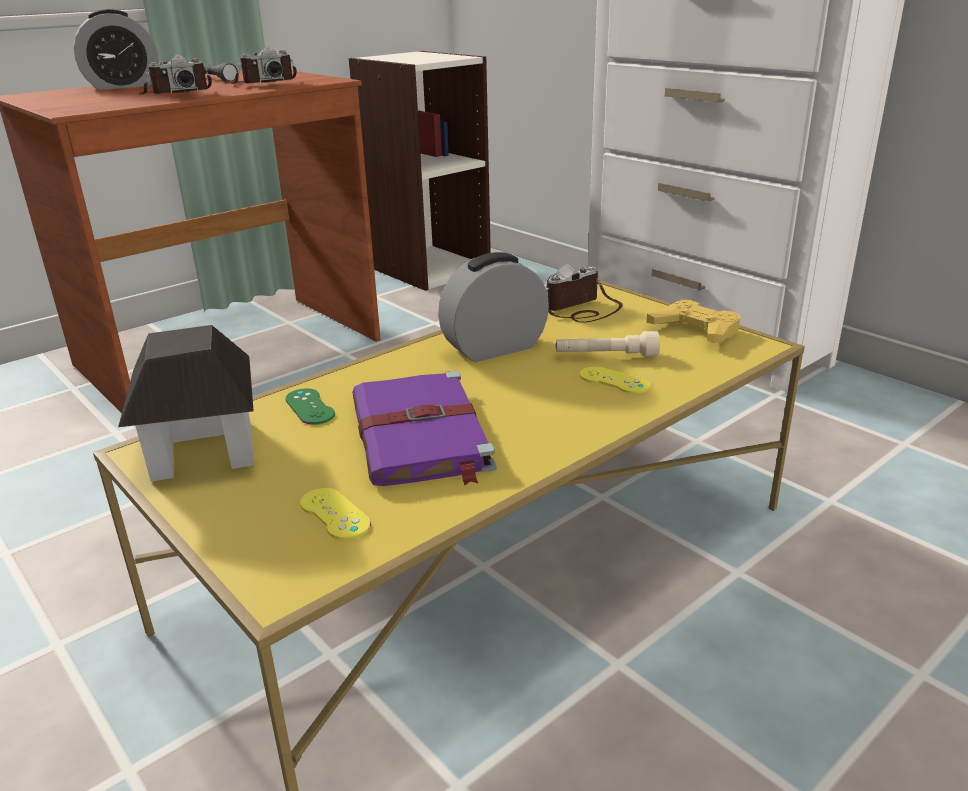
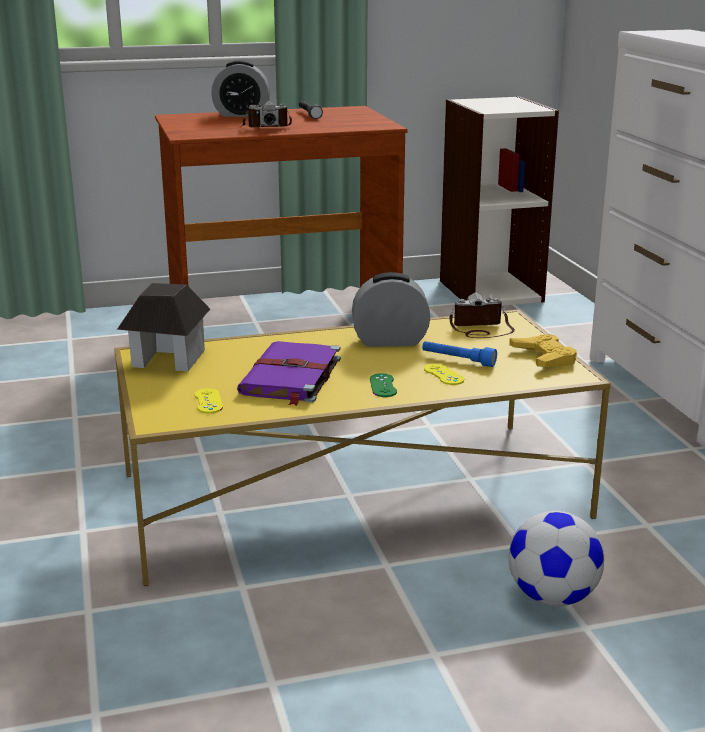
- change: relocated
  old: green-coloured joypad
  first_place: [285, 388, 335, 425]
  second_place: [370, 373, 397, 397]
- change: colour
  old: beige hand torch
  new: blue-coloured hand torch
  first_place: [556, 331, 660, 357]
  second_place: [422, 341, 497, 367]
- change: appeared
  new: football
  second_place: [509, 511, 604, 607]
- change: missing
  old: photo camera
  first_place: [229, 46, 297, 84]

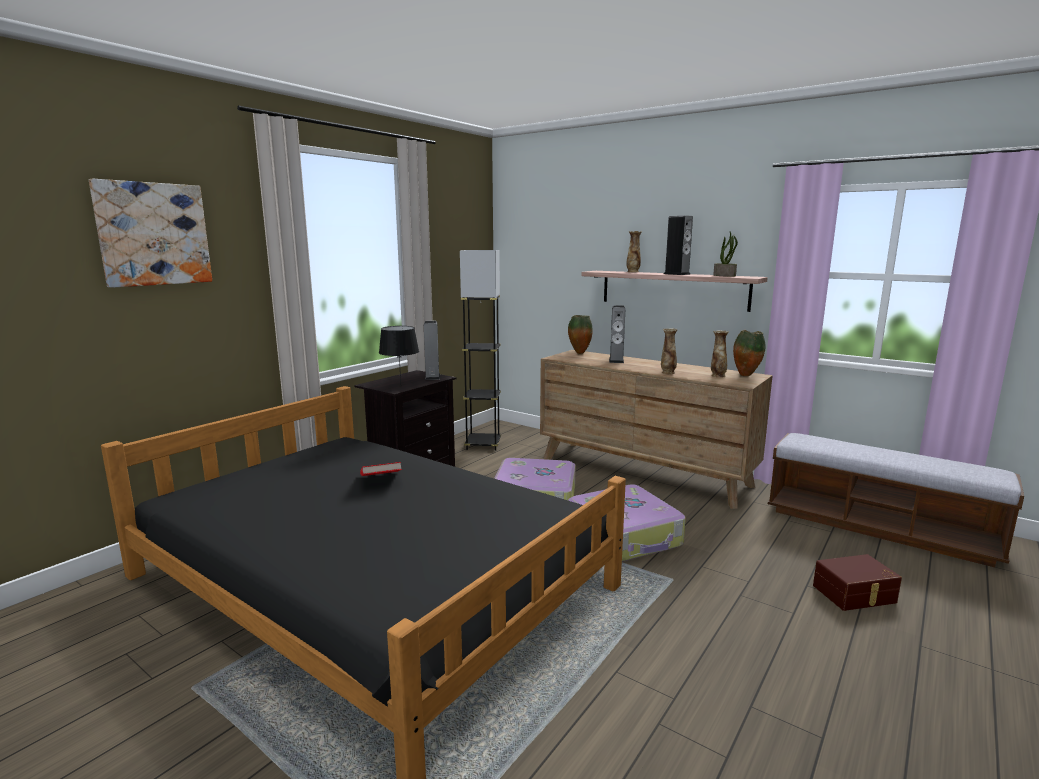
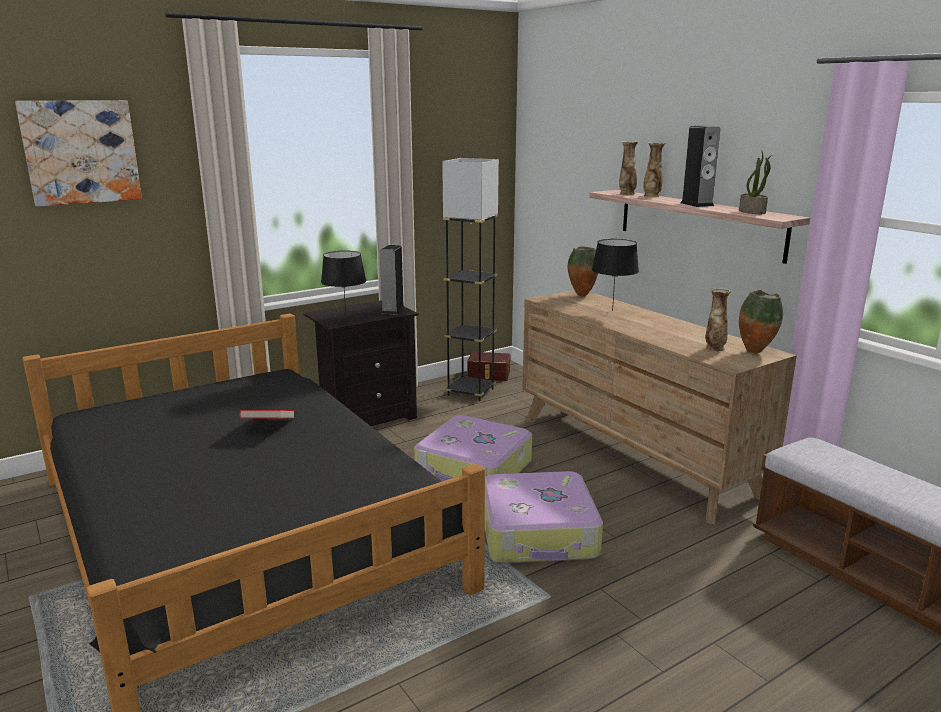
- change: relocated
  old: brownish storage box
  first_place: [813, 554, 902, 611]
  second_place: [467, 352, 511, 381]
- change: exchanged
  old: audio speaker
  new: black-coloured lamp for a table
  first_place: [609, 305, 625, 363]
  second_place: [592, 239, 639, 311]
- change: relocated
  old: decorative vase
  first_place: [661, 328, 678, 374]
  second_place: [619, 141, 638, 195]

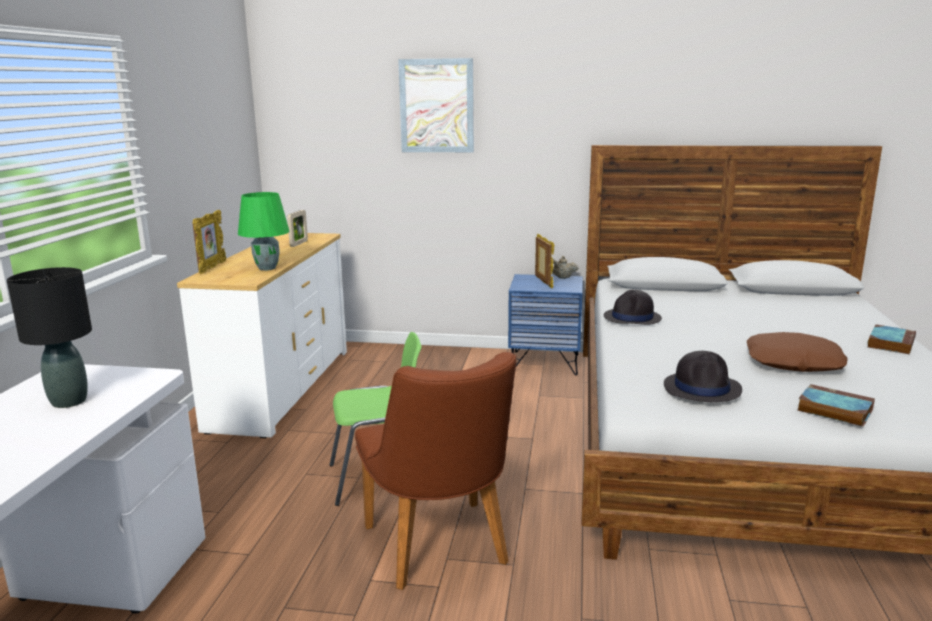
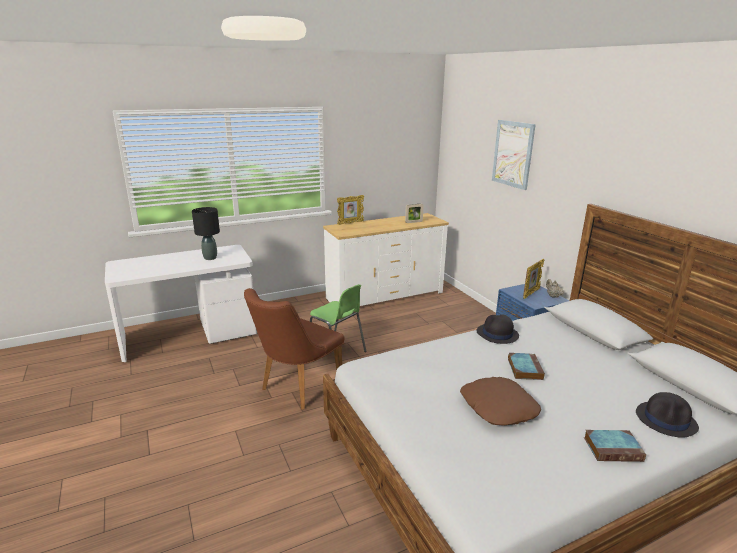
- change: relocated
  old: bound book
  first_place: [797, 384, 875, 427]
  second_place: [508, 353, 545, 380]
- change: relocated
  old: black-coloured wearable hat
  first_place: [664, 351, 742, 402]
  second_place: [636, 392, 699, 438]
- change: missing
  old: green-coloured lamp for a table
  first_place: [238, 192, 290, 271]

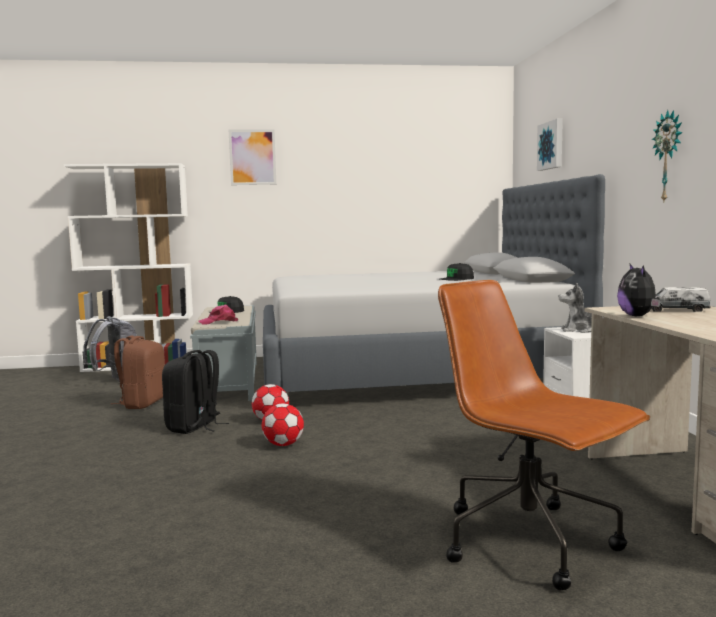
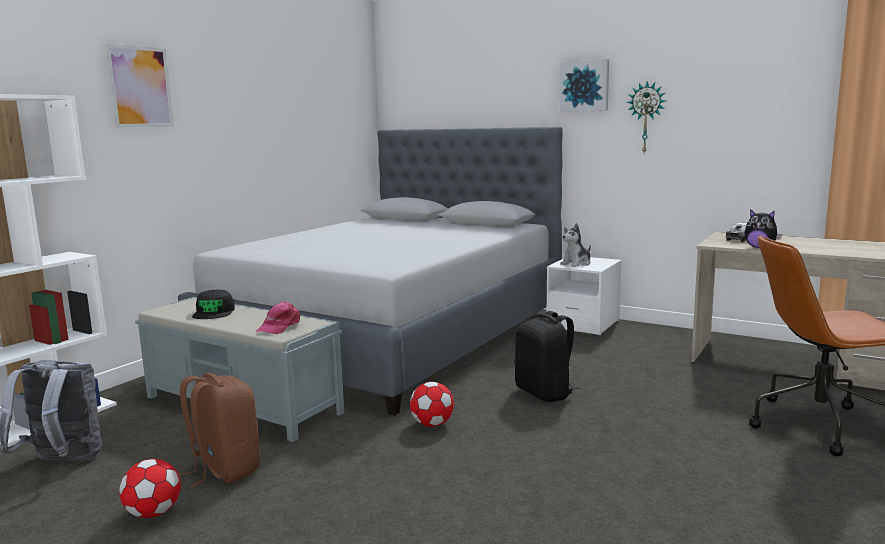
- change: relocated
  old: football
  first_place: [262, 404, 304, 446]
  second_place: [119, 459, 181, 518]
- change: relocated
  old: black-coloured rucksack
  first_place: [162, 350, 229, 434]
  second_place: [515, 311, 580, 402]
- change: relocated
  old: wall art
  first_place: [537, 119, 563, 171]
  second_place: [559, 59, 609, 112]
- change: missing
  old: black-coloured baseball cap
  first_place: [440, 263, 474, 281]

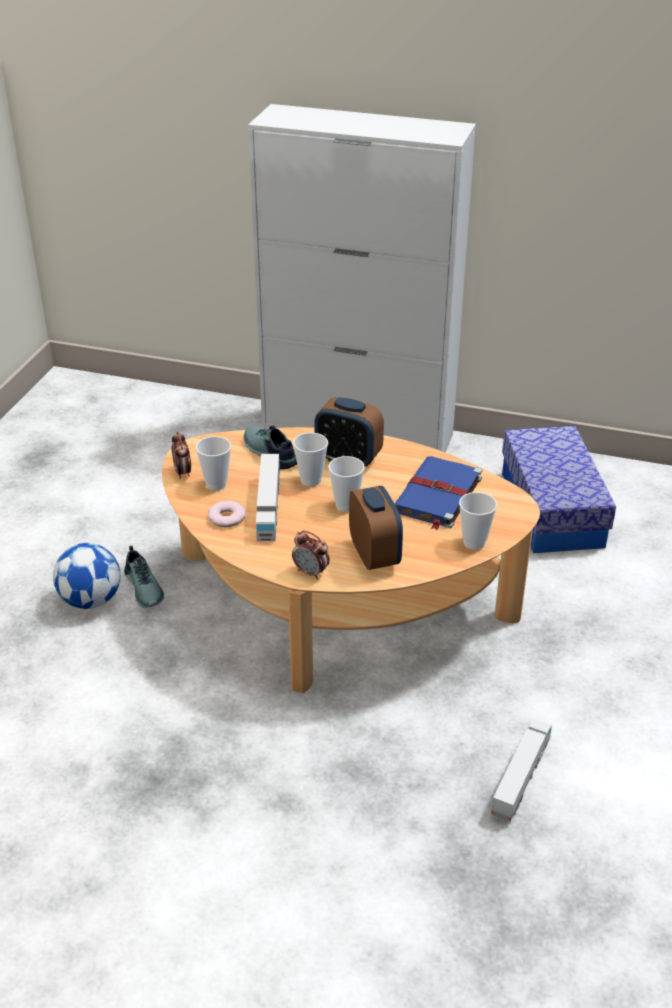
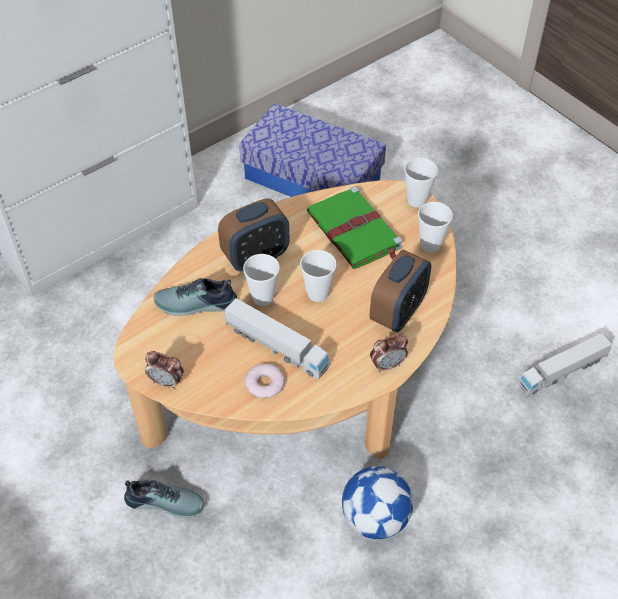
- change: colour
  old: blue-coloured bound book
  new: green-coloured bound book
  first_place: [395, 456, 482, 530]
  second_place: [307, 186, 402, 269]
- change: relocated
  old: football
  first_place: [53, 543, 121, 609]
  second_place: [342, 466, 413, 539]
- change: spun
  old: bedside clock
  first_place: [349, 486, 403, 570]
  second_place: [370, 250, 431, 332]
  degrees: 105
- change: relocated
  old: drinking cup
  first_place: [196, 436, 231, 491]
  second_place: [404, 158, 438, 208]
- change: spun
  old: model truck
  first_place: [491, 719, 552, 824]
  second_place: [518, 333, 612, 396]
  degrees: -90

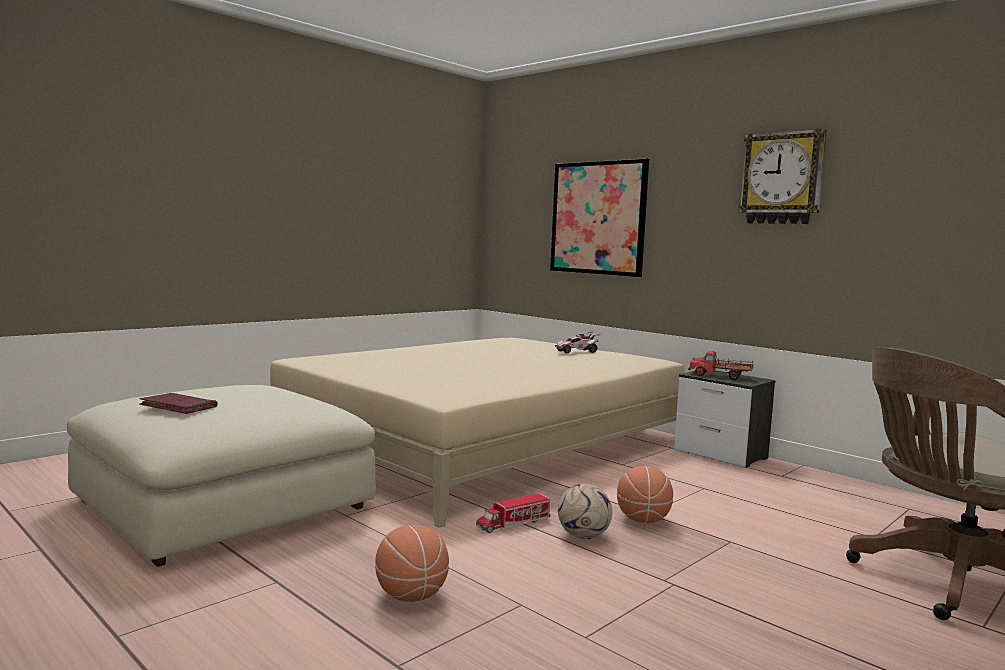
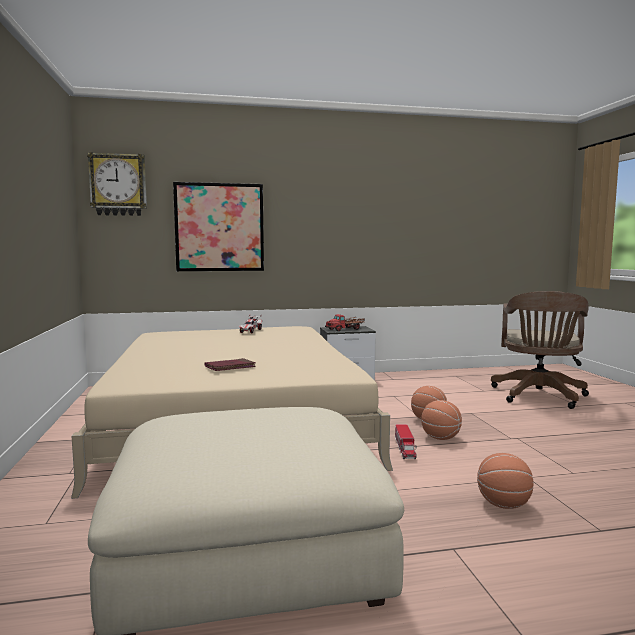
- change: relocated
  old: clock on the wall
  first_place: [739, 129, 827, 224]
  second_place: [87, 152, 147, 216]
- change: relocated
  old: red bound book
  first_place: [139, 393, 217, 414]
  second_place: [205, 358, 256, 371]
- change: exchanged
  old: football
  new: basketball
  first_place: [558, 484, 612, 539]
  second_place: [421, 400, 462, 440]

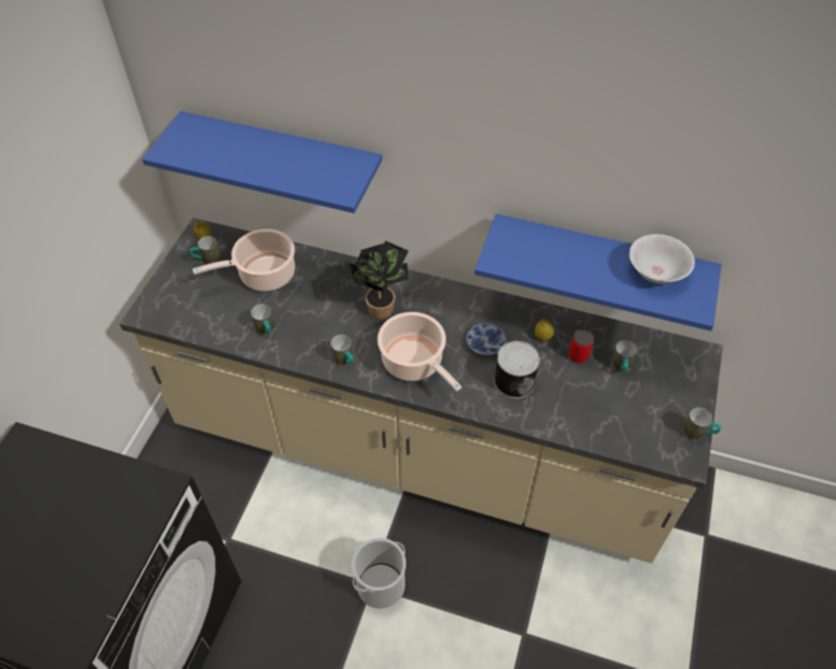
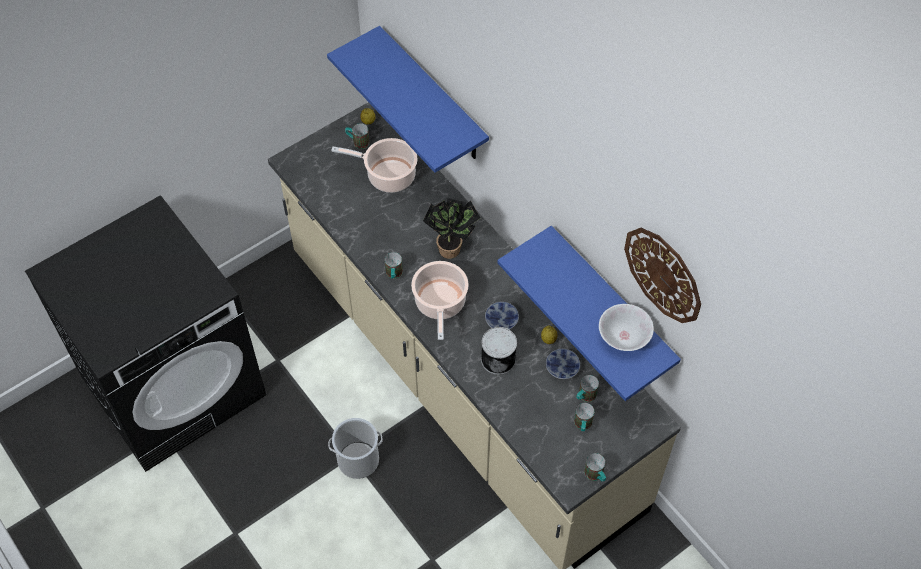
- change: exchanged
  old: metal can
  new: deep dish
  first_place: [569, 329, 594, 363]
  second_place: [546, 349, 580, 379]
- change: relocated
  old: tea mug
  first_place: [251, 304, 275, 336]
  second_place: [574, 403, 595, 431]
- change: appeared
  new: clock on the wall
  second_place: [624, 228, 701, 323]

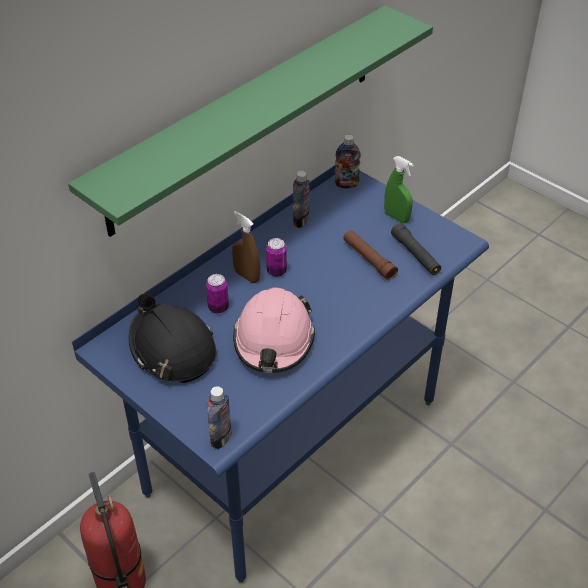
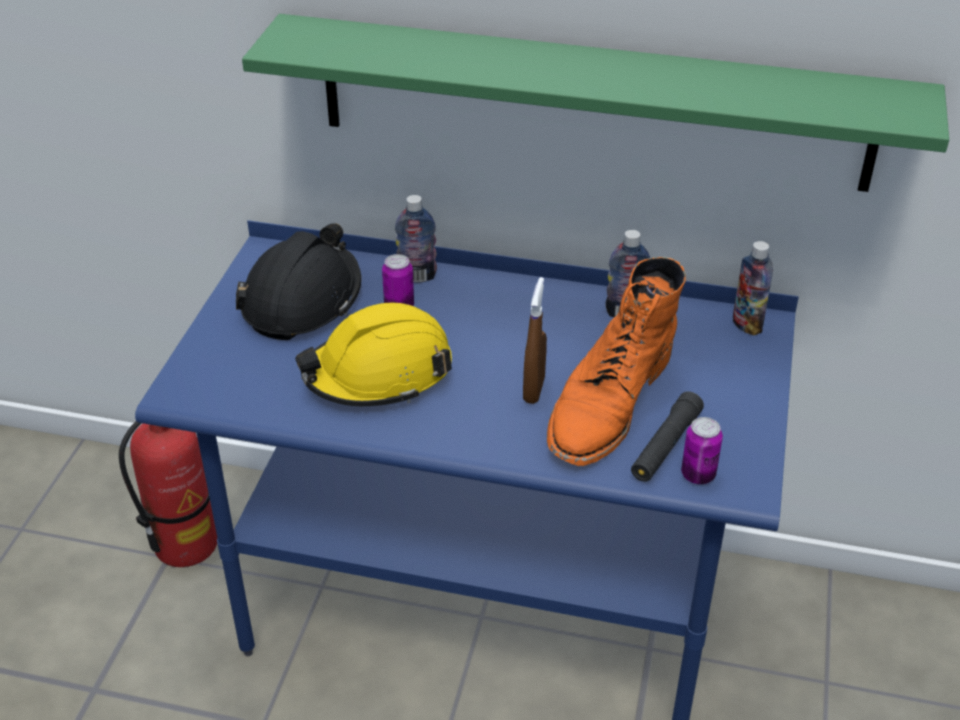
- change: colour
  old: pink-coloured safety helmet
  new: yellow-coloured safety helmet
  first_place: [233, 288, 315, 373]
  second_place: [295, 303, 452, 406]
- change: relocated
  old: bottle
  first_place: [207, 386, 232, 449]
  second_place: [395, 195, 437, 283]
- change: relocated
  old: brownish hand sprayer
  first_place: [232, 211, 260, 283]
  second_place: [523, 277, 547, 404]
- change: exchanged
  old: brownish hand torch
  new: orange high-top boot
  first_place: [343, 230, 398, 280]
  second_place: [547, 257, 686, 466]
- change: relocated
  old: metal can
  first_place: [266, 238, 287, 277]
  second_place: [681, 417, 723, 484]
- change: missing
  old: green-coloured hand sprayer
  first_place: [384, 156, 414, 223]

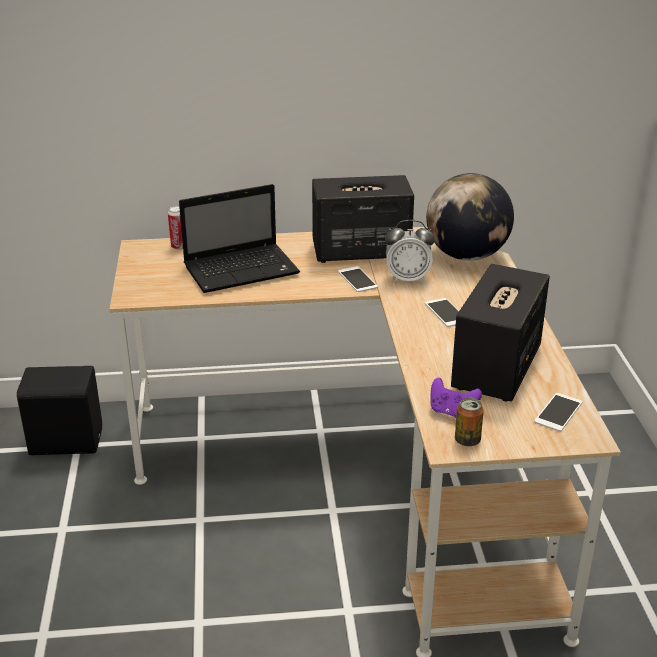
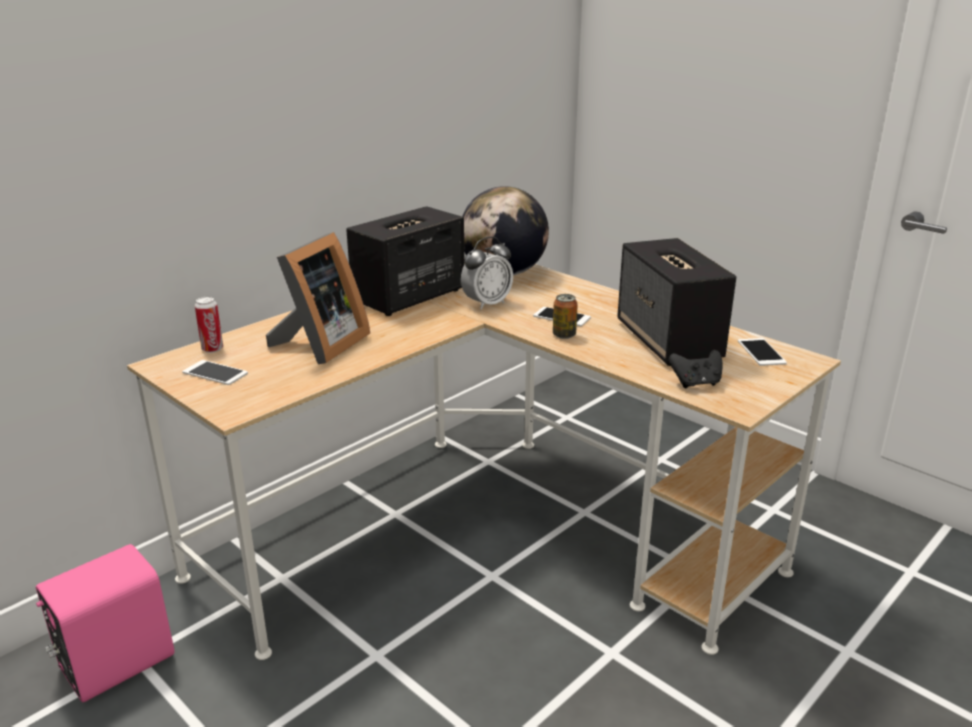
- change: colour
  old: black-coloured audio speaker
  new: pink-coloured audio speaker
  first_place: [17, 366, 102, 455]
  second_place: [36, 544, 174, 702]
- change: relocated
  old: handset
  first_place: [338, 266, 378, 292]
  second_place: [182, 360, 248, 385]
- change: exchanged
  old: laptop
  new: picture frame
  first_place: [179, 184, 300, 293]
  second_place: [266, 232, 370, 364]
- change: relocated
  old: metal can
  first_place: [455, 398, 484, 446]
  second_place: [553, 294, 578, 339]
- change: colour
  old: purple joypad
  new: black-coloured joypad
  first_place: [431, 378, 482, 418]
  second_place: [669, 350, 722, 388]

